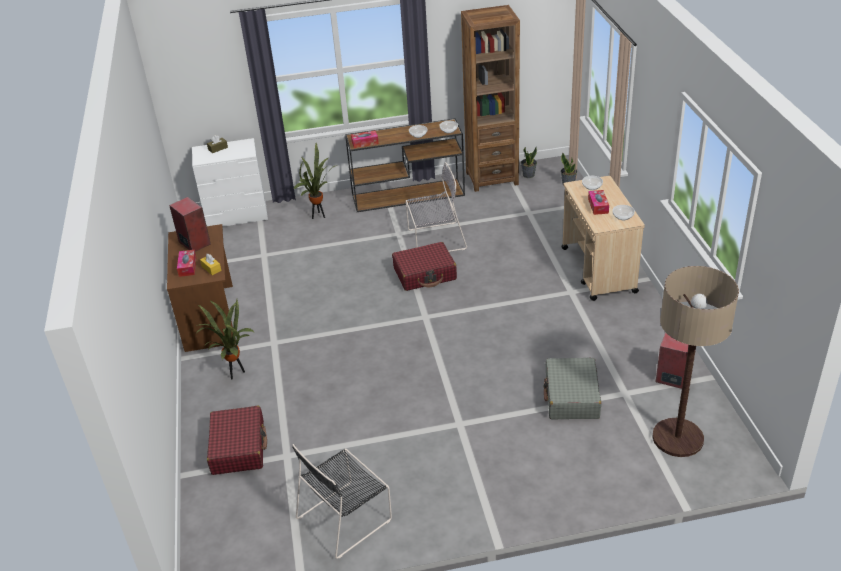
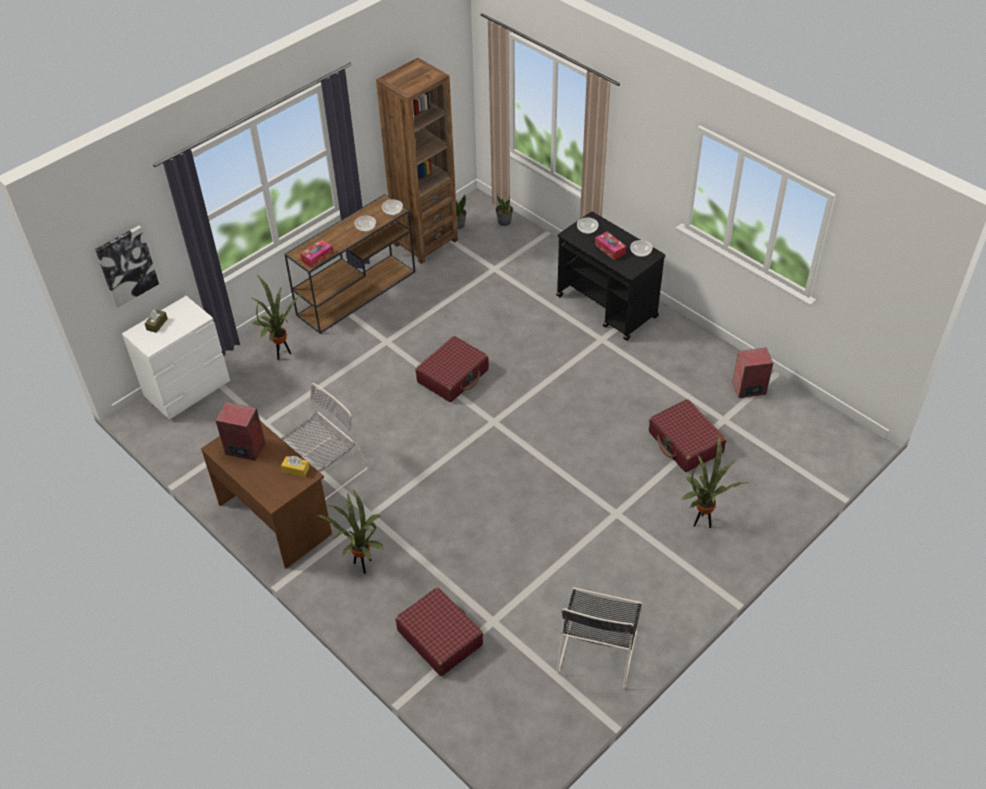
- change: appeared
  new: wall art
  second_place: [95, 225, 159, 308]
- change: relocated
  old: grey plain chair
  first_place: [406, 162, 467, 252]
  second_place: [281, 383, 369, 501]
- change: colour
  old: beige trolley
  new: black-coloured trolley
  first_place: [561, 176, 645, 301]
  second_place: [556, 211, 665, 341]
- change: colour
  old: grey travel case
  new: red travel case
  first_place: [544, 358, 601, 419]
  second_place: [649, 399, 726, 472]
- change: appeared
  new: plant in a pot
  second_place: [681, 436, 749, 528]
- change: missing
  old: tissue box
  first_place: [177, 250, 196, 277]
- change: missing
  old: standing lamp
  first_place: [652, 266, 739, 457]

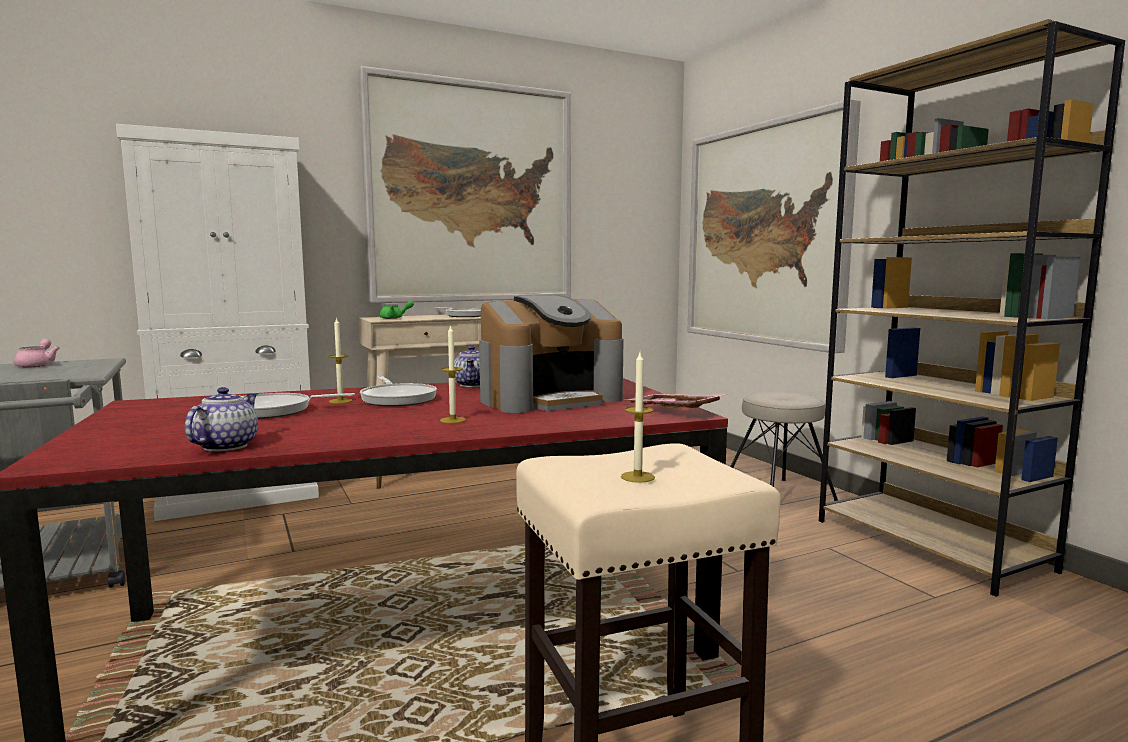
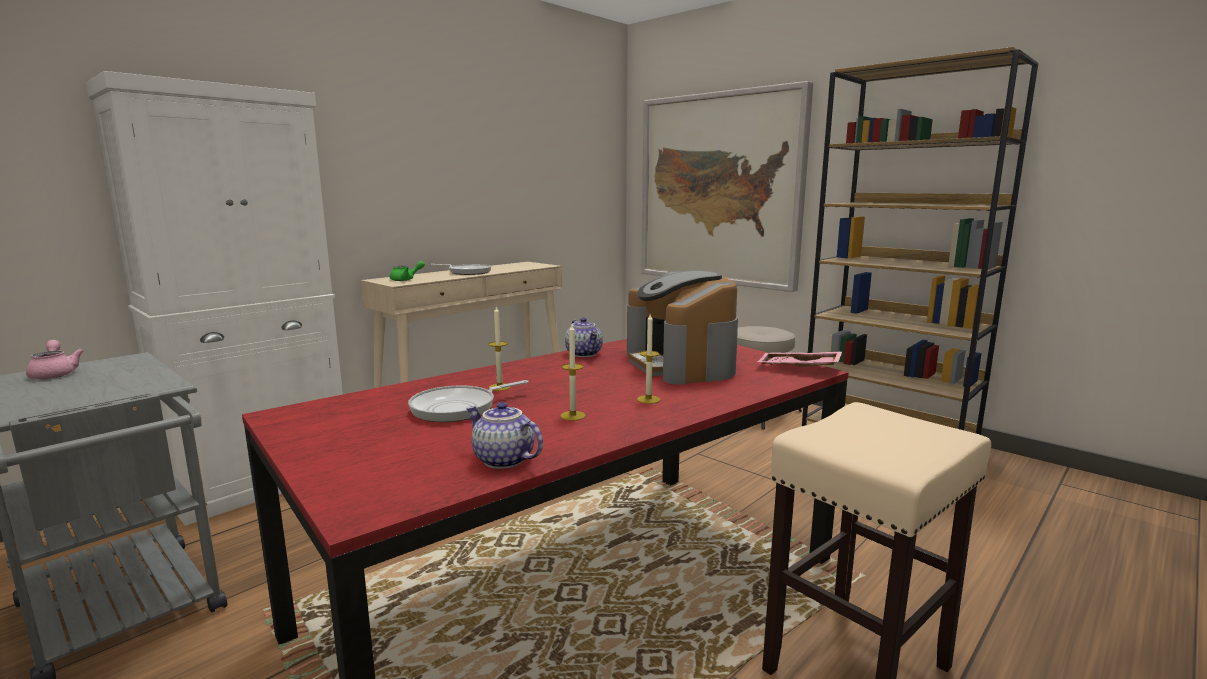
- change: spun
  old: tea pot
  first_place: [184, 387, 258, 452]
  second_place: [466, 402, 543, 469]
  degrees: -45
- change: relocated
  old: wax candle
  first_place: [621, 353, 655, 483]
  second_place: [560, 324, 586, 421]
- change: spun
  old: coffee machine
  first_place: [479, 295, 623, 413]
  second_place: [627, 270, 738, 385]
  degrees: 120
- change: missing
  old: wall art
  first_place: [358, 66, 571, 303]
- change: missing
  old: frying pan
  first_place: [360, 376, 437, 407]

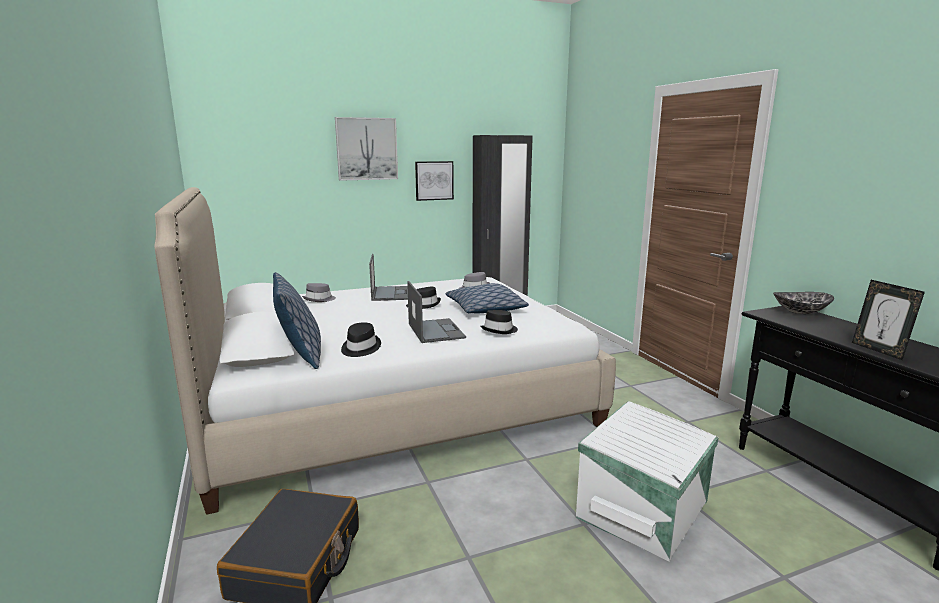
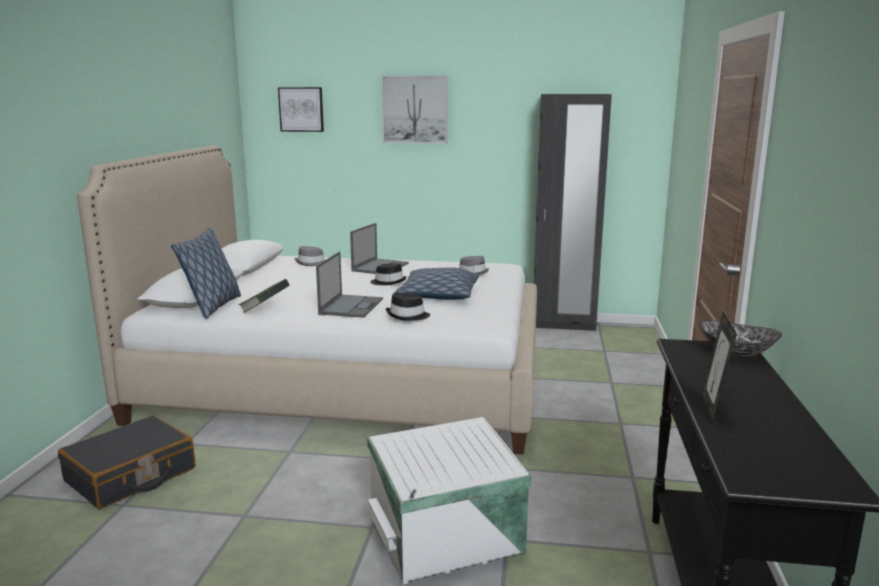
- change: exchanged
  old: black-coloured wearable hat
  new: bound book
  first_place: [341, 322, 381, 357]
  second_place: [238, 279, 290, 313]
- change: relocated
  old: wall art
  first_place: [415, 161, 454, 201]
  second_place: [278, 87, 324, 132]

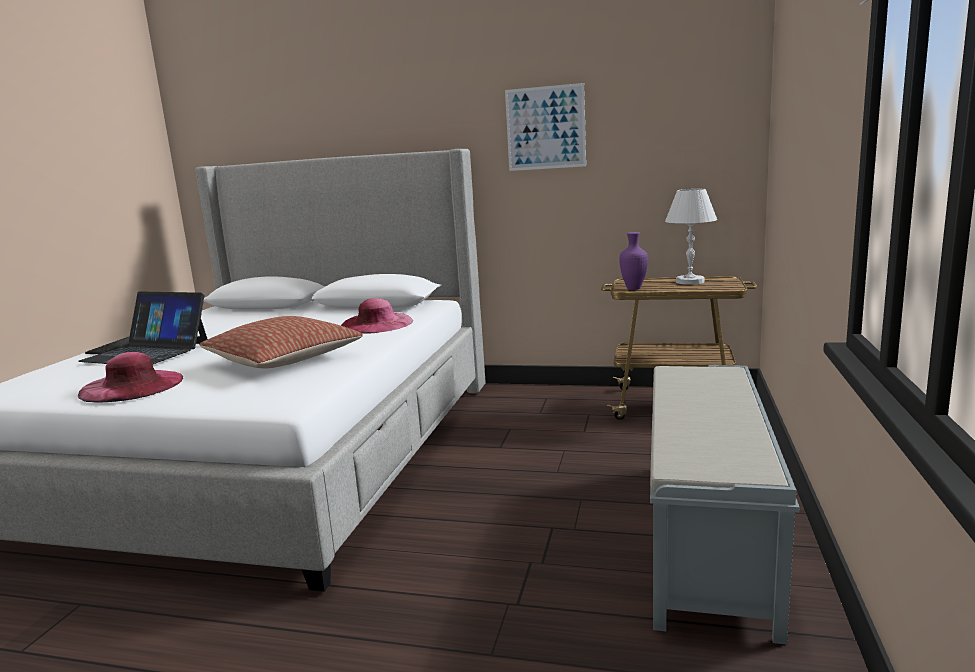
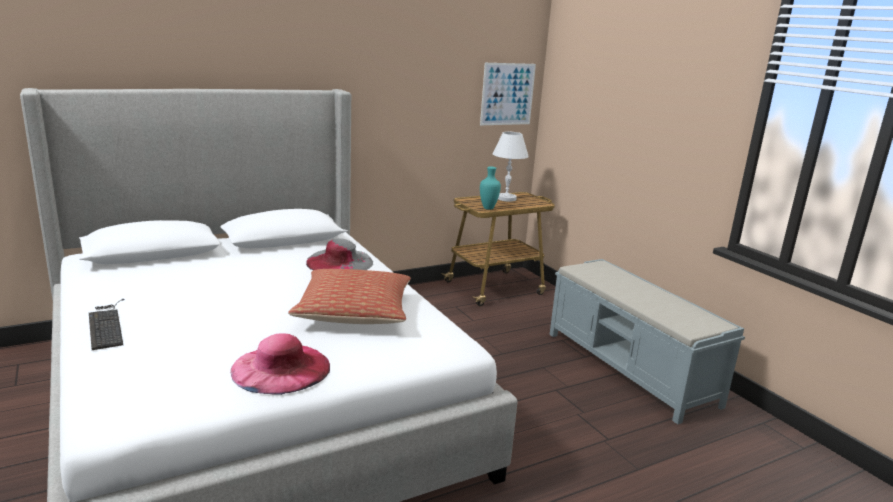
- change: colour
  old: pink-coloured wearable hat
  new: grey wearable hat
  first_place: [341, 298, 413, 334]
  second_place: [306, 238, 373, 270]
- change: relocated
  old: wall art
  first_place: [505, 83, 586, 171]
  second_place: [480, 63, 536, 125]
- change: colour
  old: purple decorative vase
  new: turquoise decorative vase
  first_place: [619, 232, 648, 290]
  second_place: [480, 167, 501, 210]
- change: missing
  old: laptop
  first_place: [78, 291, 207, 365]

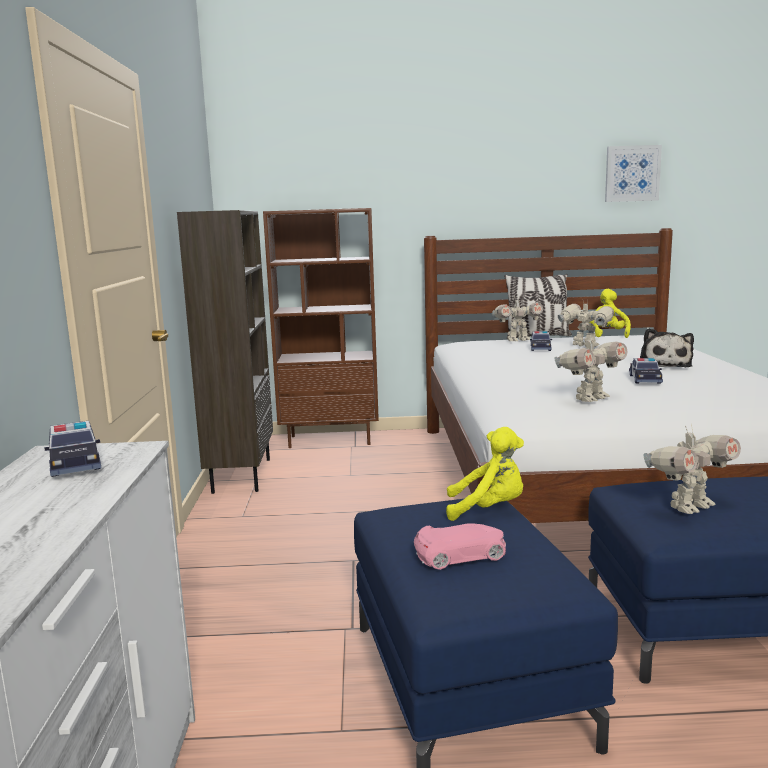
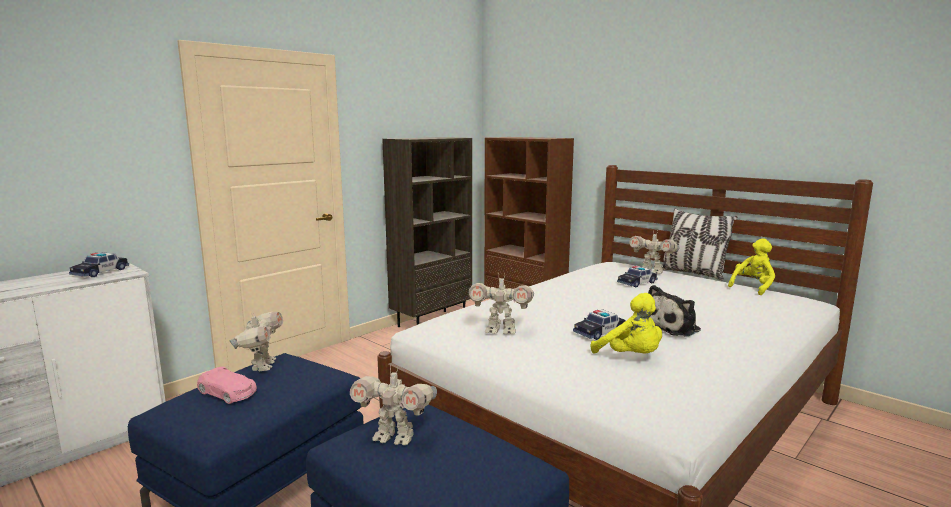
- change: relocated
  old: model robot
  first_place: [558, 299, 614, 347]
  second_place: [230, 312, 283, 371]
- change: relocated
  old: yellow-coloured soft toy
  first_place: [446, 427, 524, 521]
  second_place: [591, 293, 662, 354]
- change: missing
  old: wall art
  first_place: [605, 145, 662, 202]

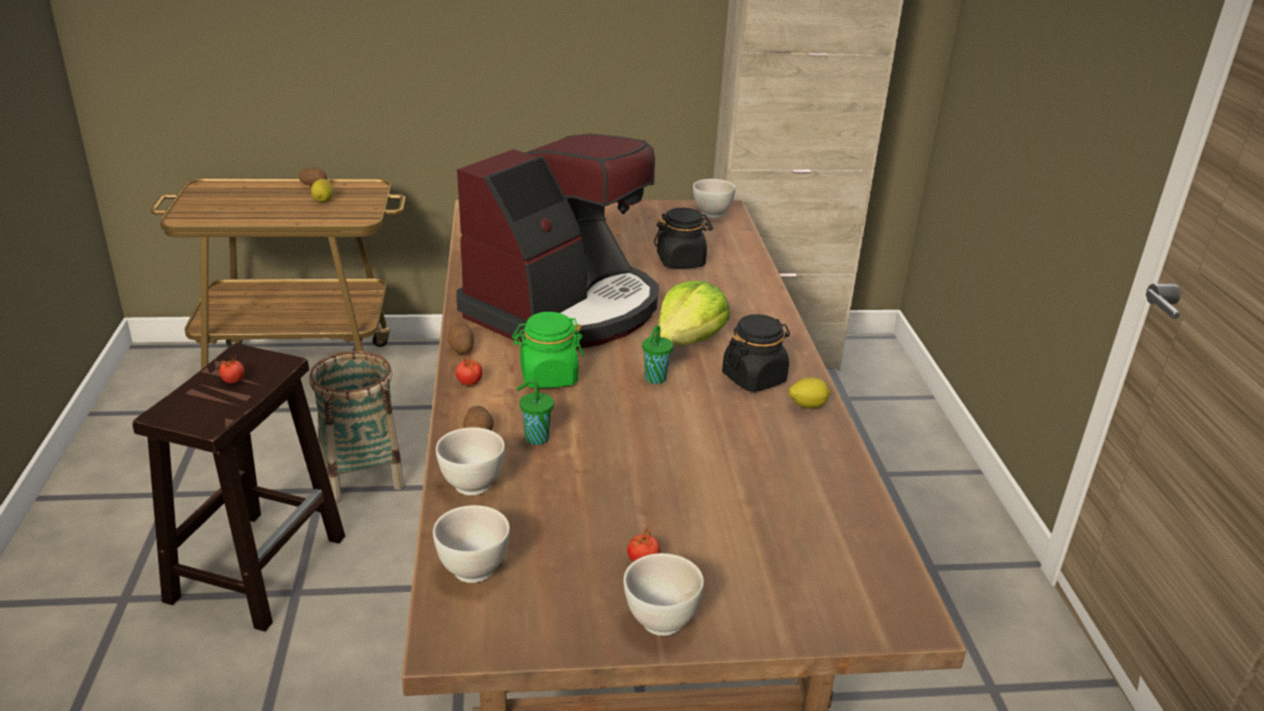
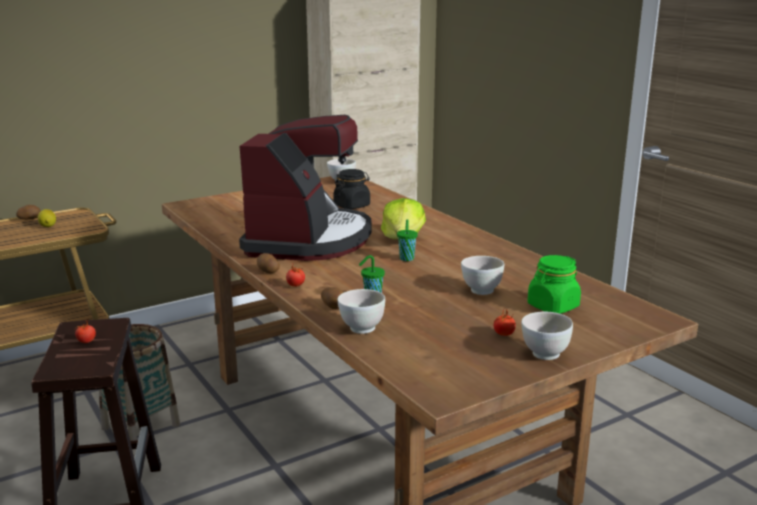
- change: relocated
  old: white-coloured deep dish
  first_place: [433, 505, 510, 583]
  second_place: [461, 256, 504, 295]
- change: relocated
  old: green-coloured preserve jar
  first_place: [512, 312, 584, 388]
  second_place: [528, 255, 581, 314]
- change: missing
  old: black-coloured preserve jar
  first_place: [722, 314, 790, 392]
- change: missing
  old: whole lemon
  first_place: [788, 377, 831, 409]

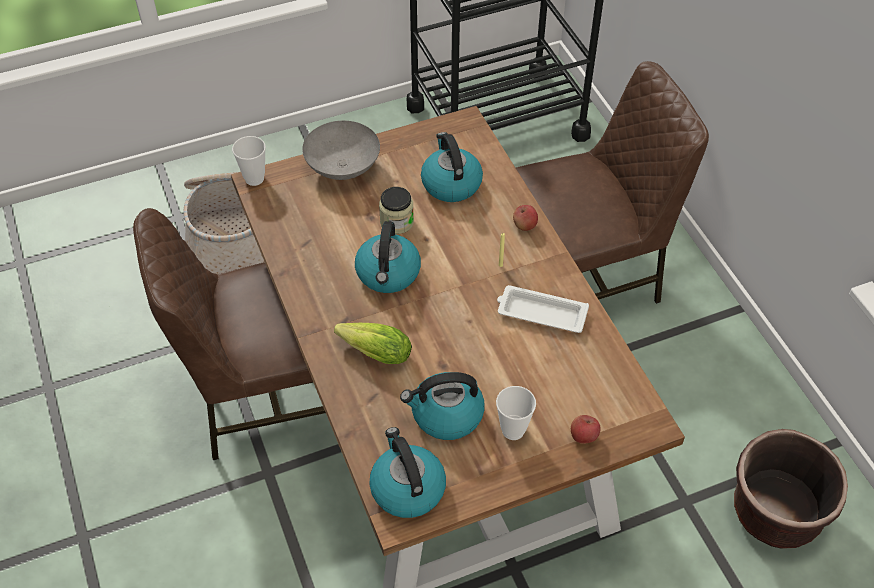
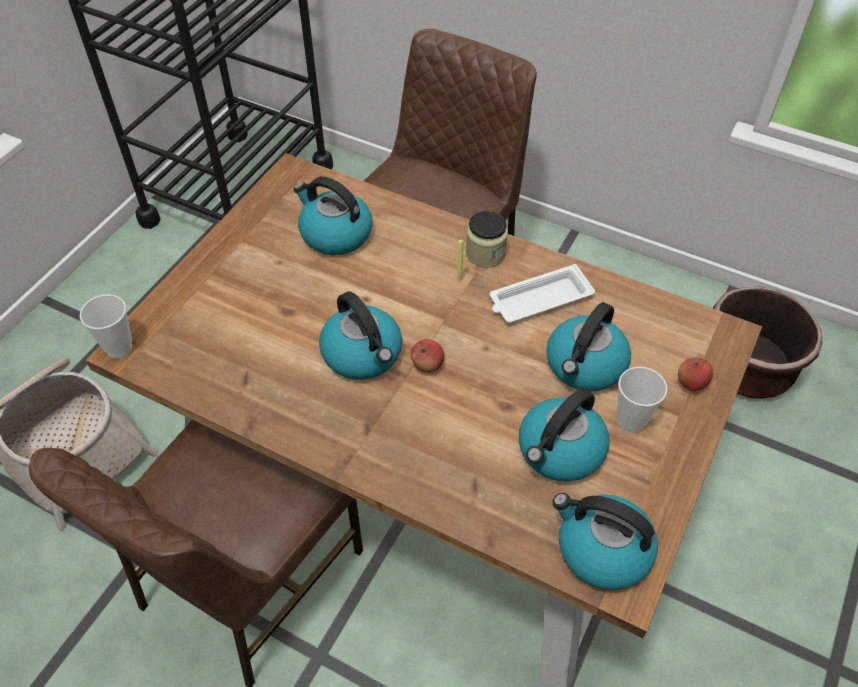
- change: relocated
  old: apple
  first_place: [513, 205, 538, 231]
  second_place: [411, 339, 444, 373]
- change: relocated
  old: preserve jar
  first_place: [379, 187, 414, 234]
  second_place: [466, 211, 508, 268]
- change: appeared
  new: water kettle
  second_place: [546, 302, 631, 392]
- change: missing
  old: grey deep dish
  first_place: [302, 121, 380, 180]
- change: missing
  old: lettuce head
  first_place: [334, 323, 412, 364]

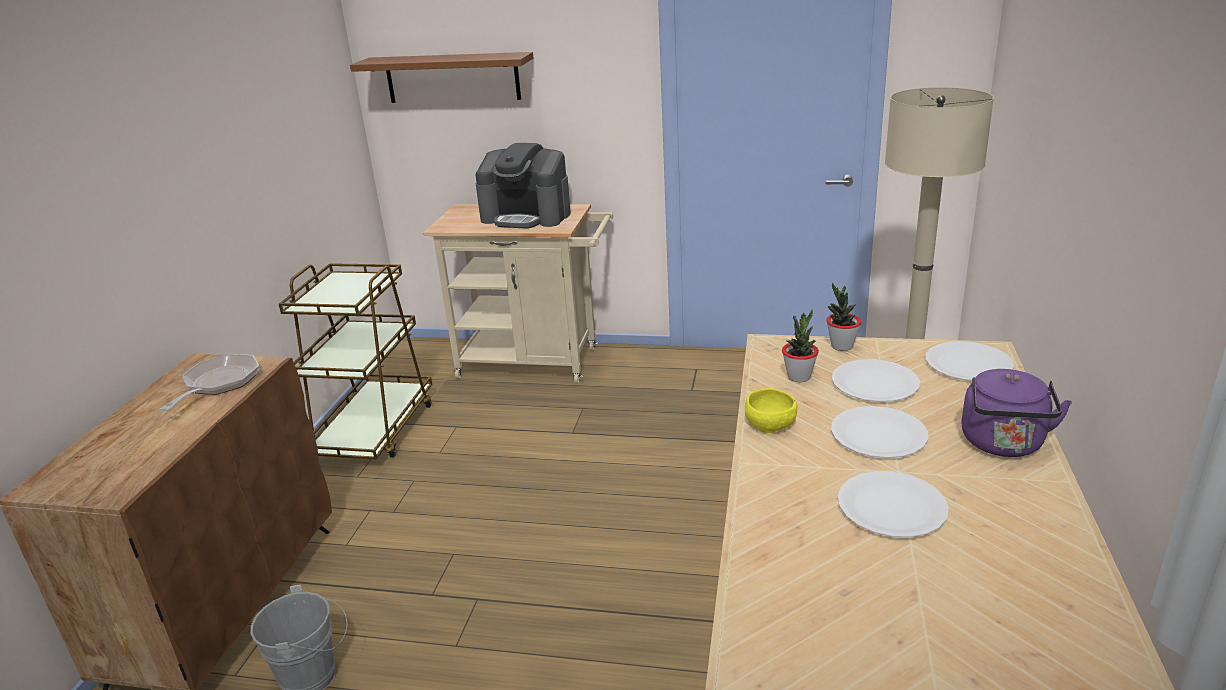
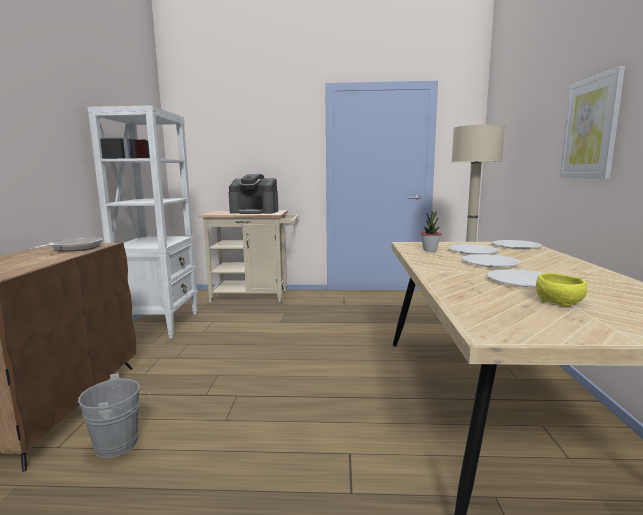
- change: exchanged
  old: brownish trolley
  new: white-coloured bookcase
  first_place: [279, 263, 432, 459]
  second_place: [88, 106, 198, 338]
- change: relocated
  old: yellow-coloured deep dish
  first_place: [745, 388, 797, 433]
  second_place: [536, 273, 587, 306]
- change: appeared
  new: wall art
  second_place: [560, 66, 625, 179]
- change: missing
  old: brownish wall shelf
  first_place: [350, 52, 533, 103]
- change: missing
  old: plant in a pot
  first_place: [826, 283, 861, 351]
- change: missing
  old: purple water kettle
  first_place: [961, 369, 1072, 457]

